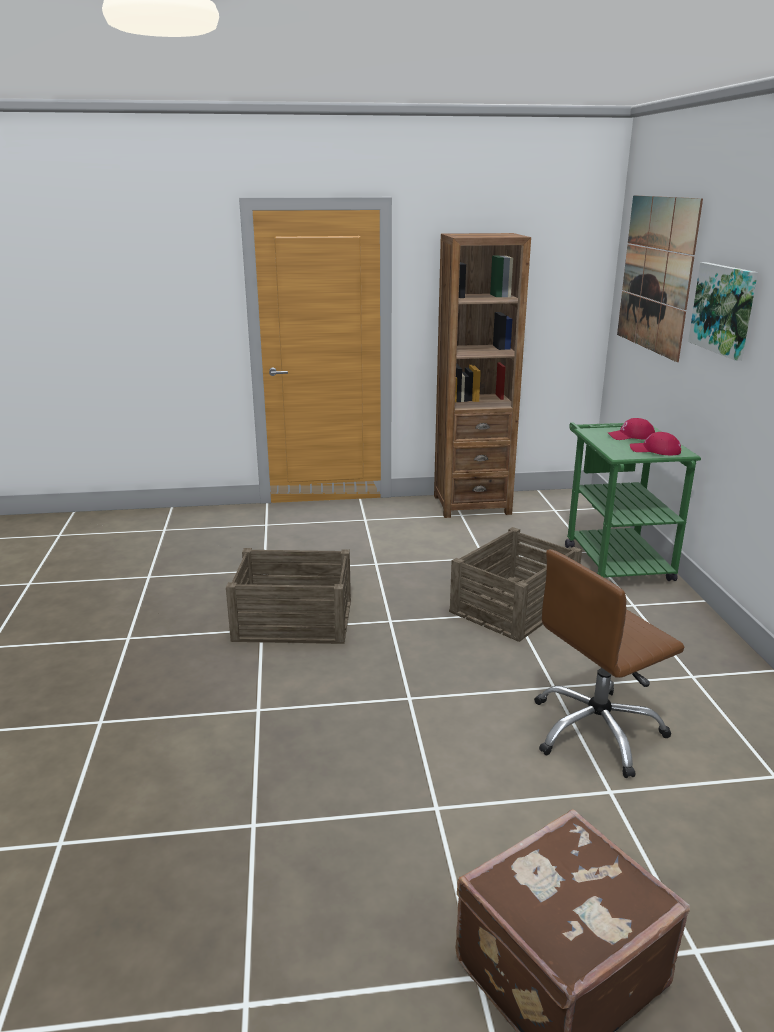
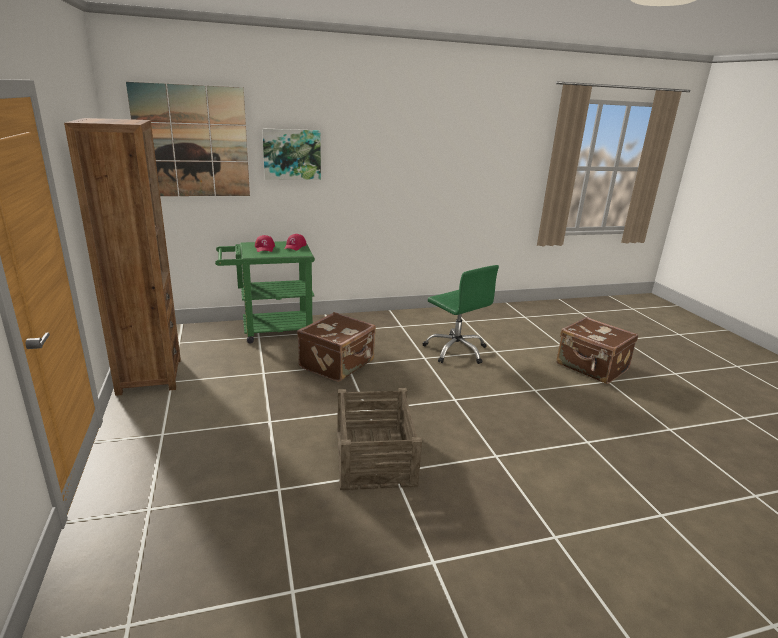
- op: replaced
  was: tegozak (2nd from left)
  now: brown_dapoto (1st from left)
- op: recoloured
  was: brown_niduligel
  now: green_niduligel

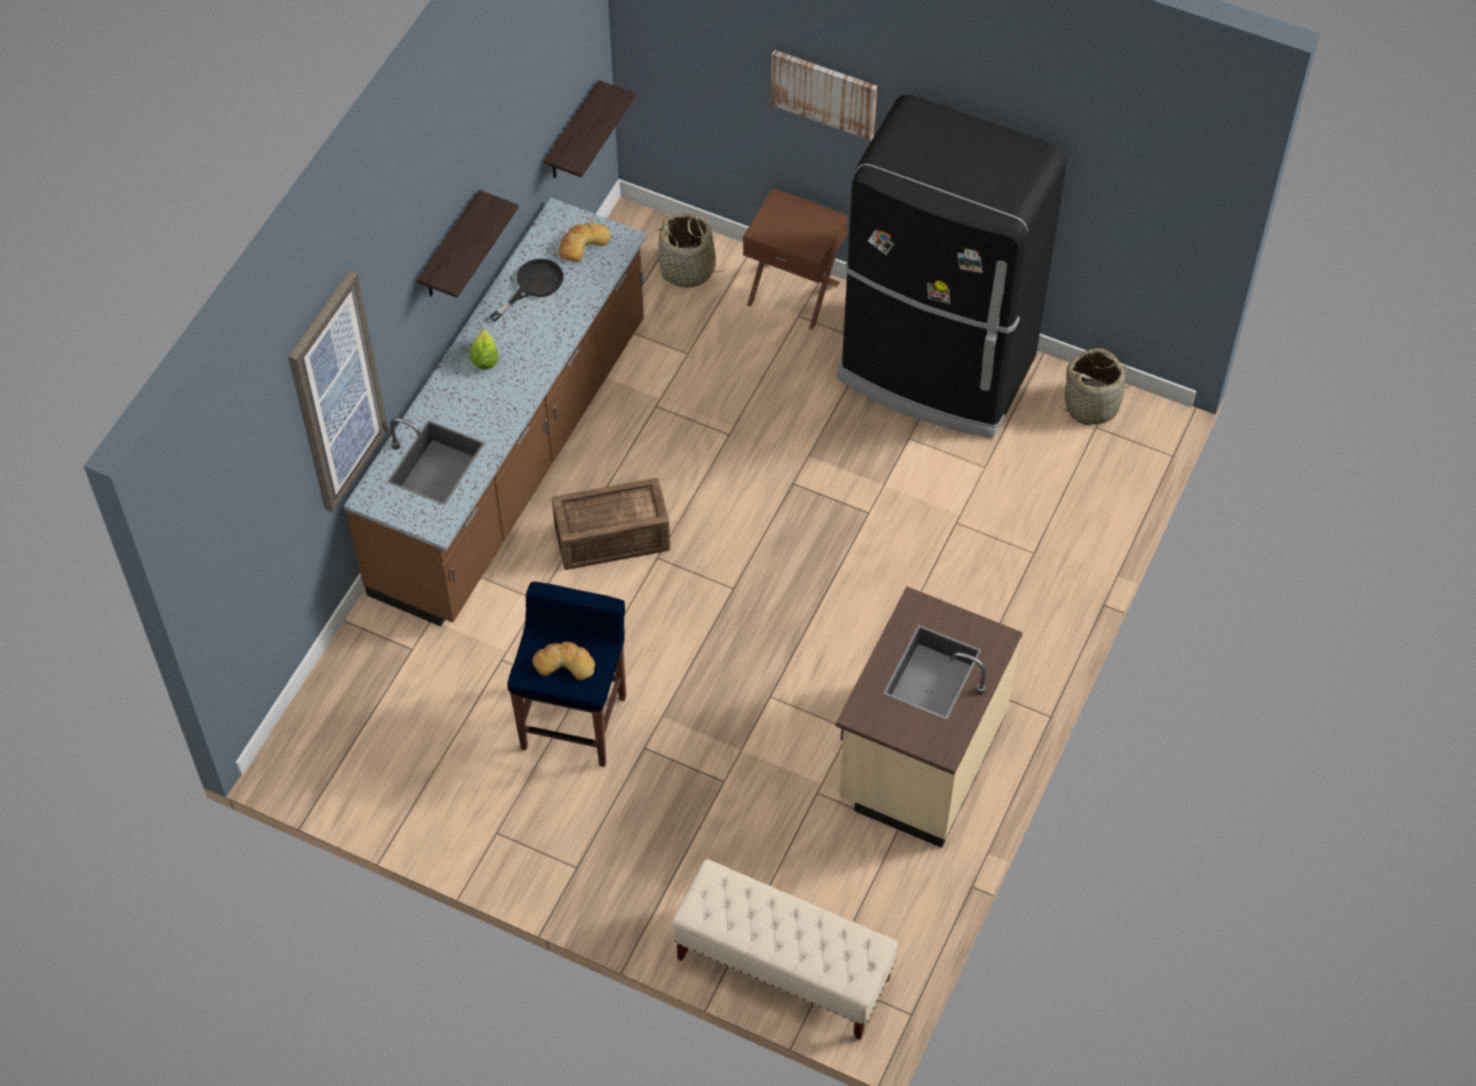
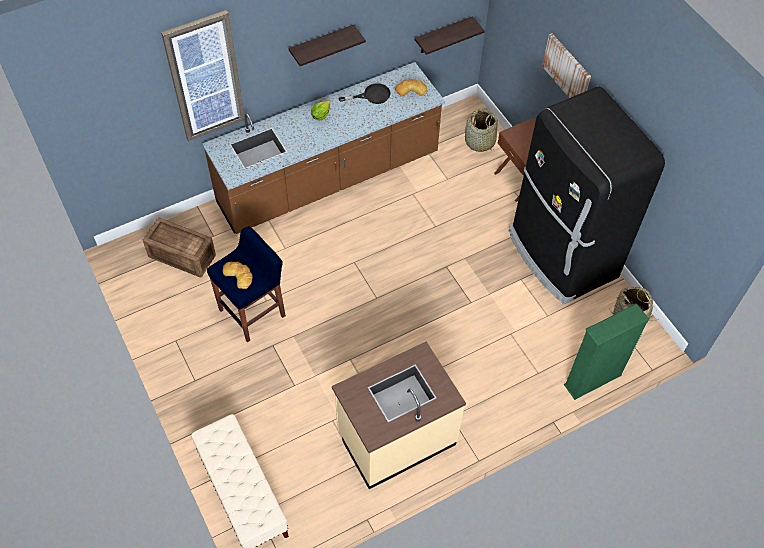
- op: moved
  was: tegozak
- op: added
  now: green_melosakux

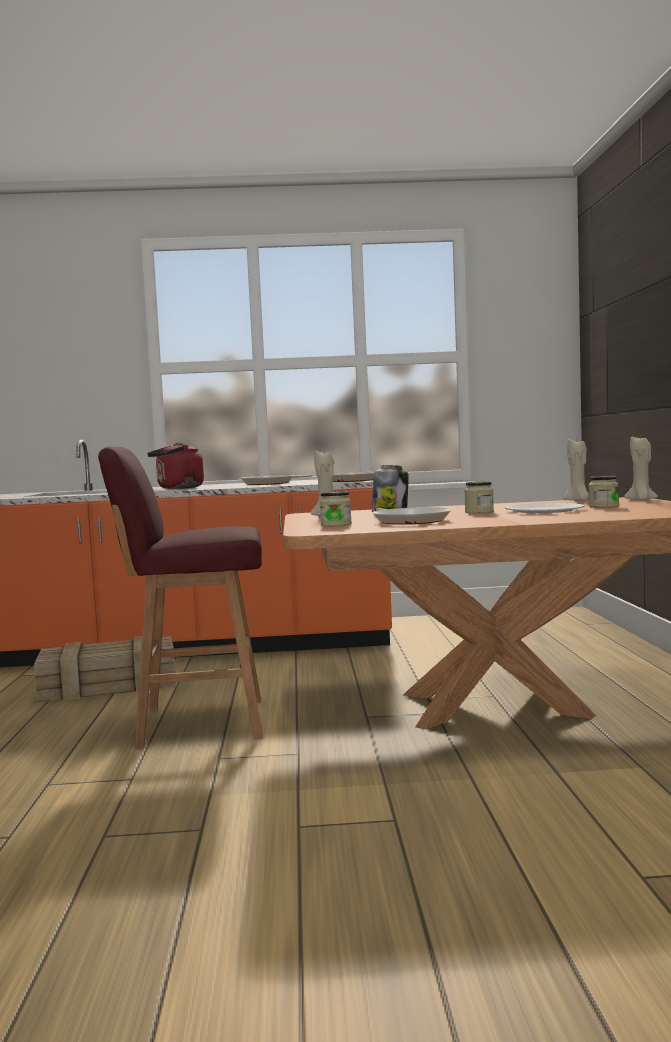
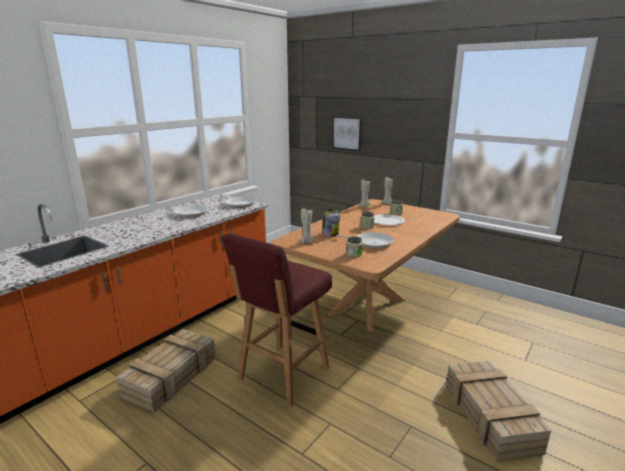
- op: added
  now: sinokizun
- op: added
  now: tegozak (2nd from left)
- op: removed
  was: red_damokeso

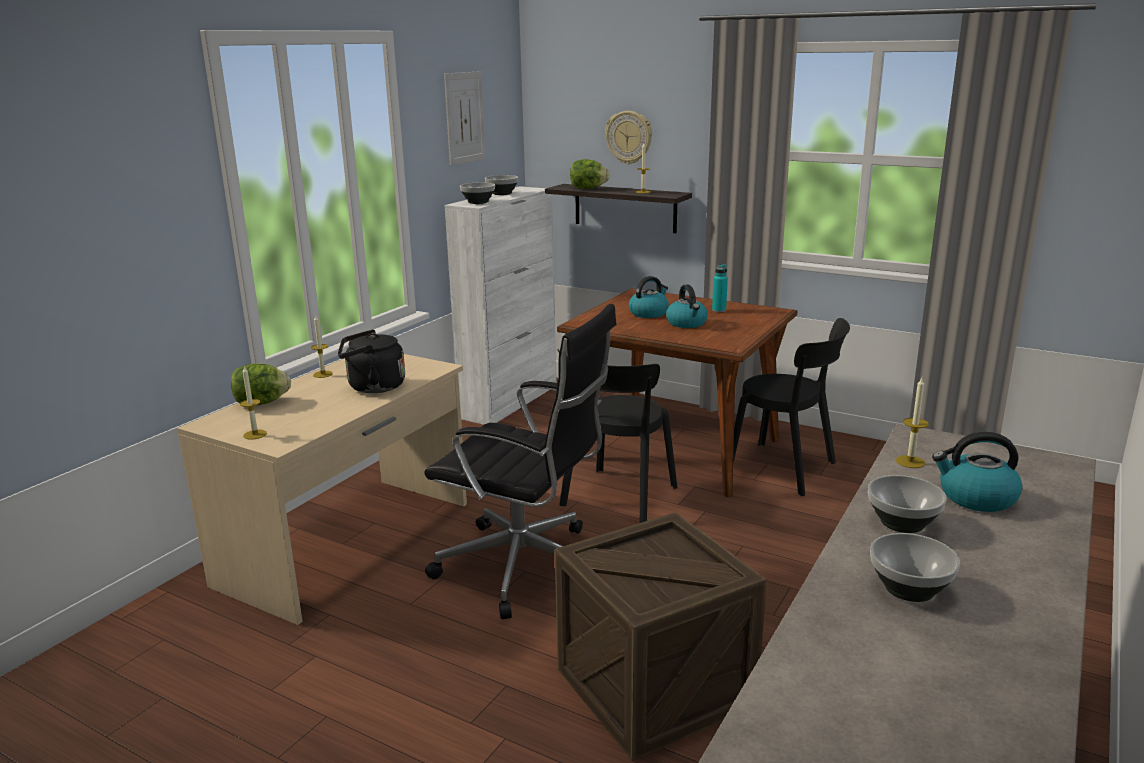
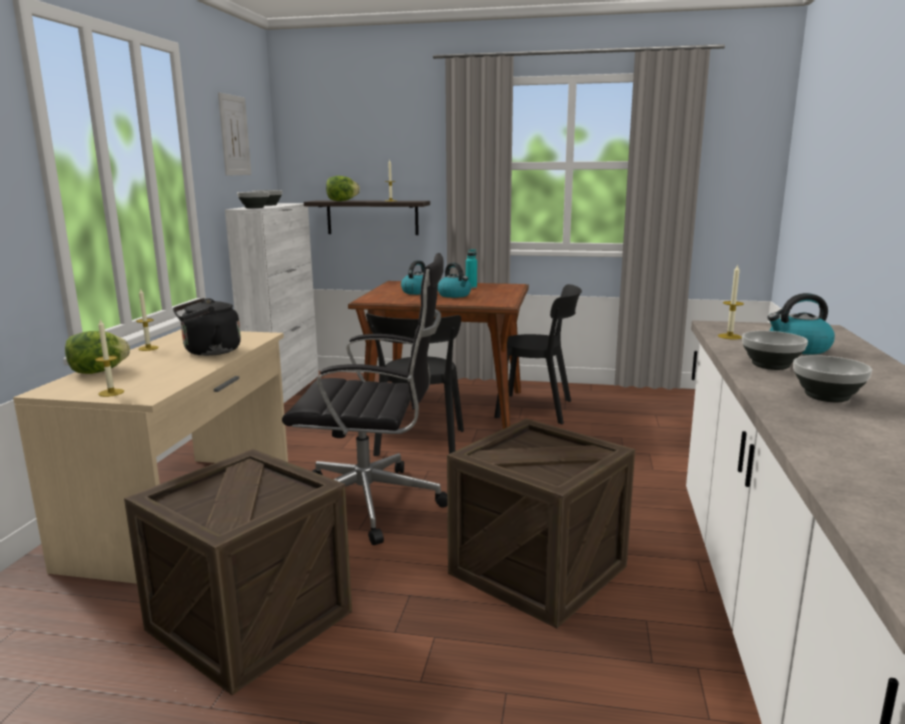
- op: added
  now: tegozak (1st from left)
- op: removed
  was: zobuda

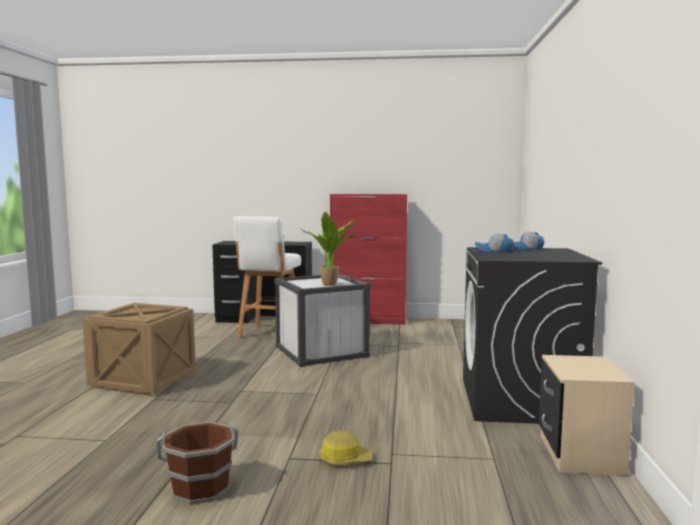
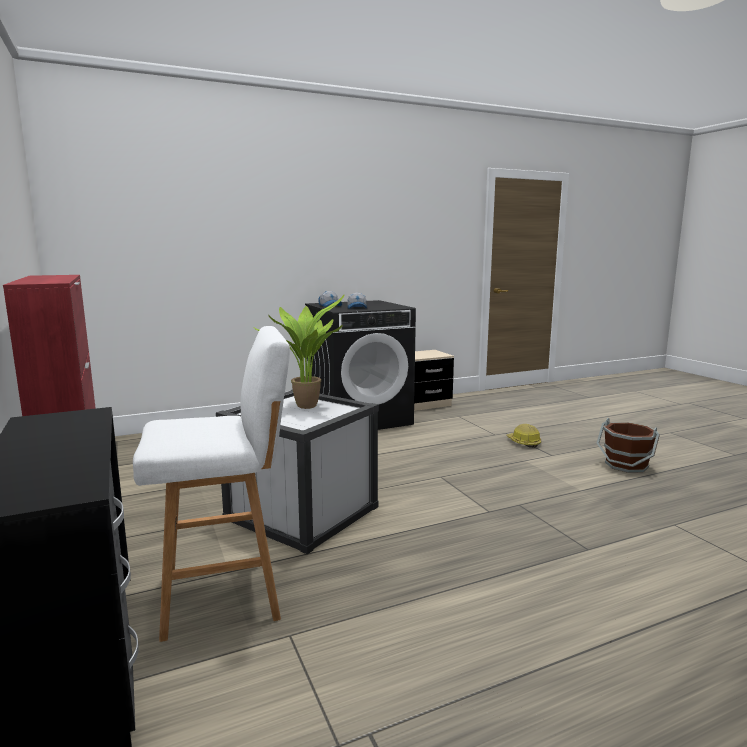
- op: removed
  was: tegozak

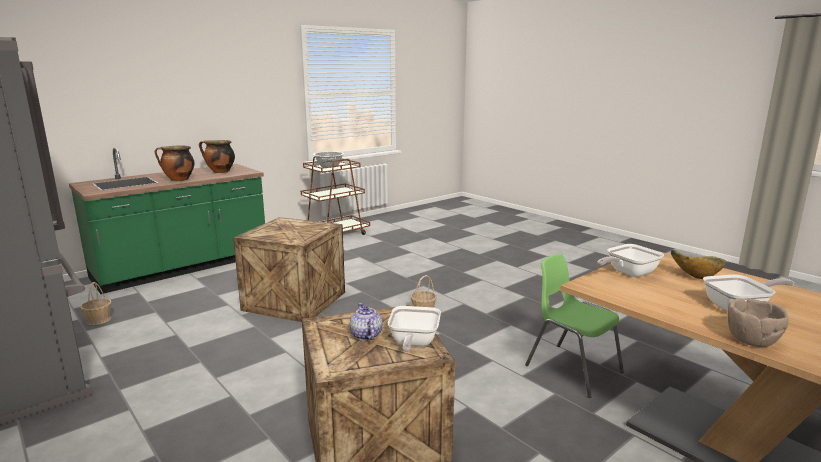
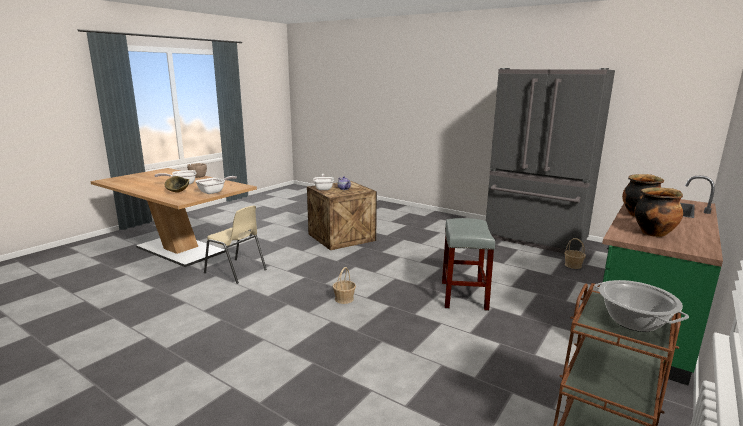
- op: recoloured
  was: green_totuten
  now: beige_totuten
- op: replaced
  was: tegozak (1st from left)
  now: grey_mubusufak

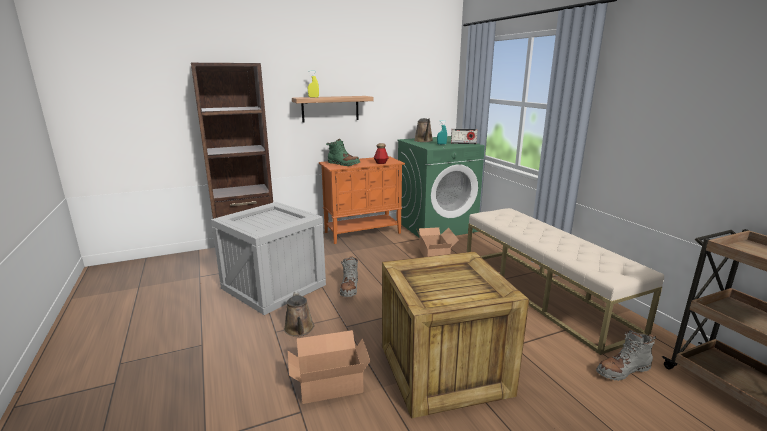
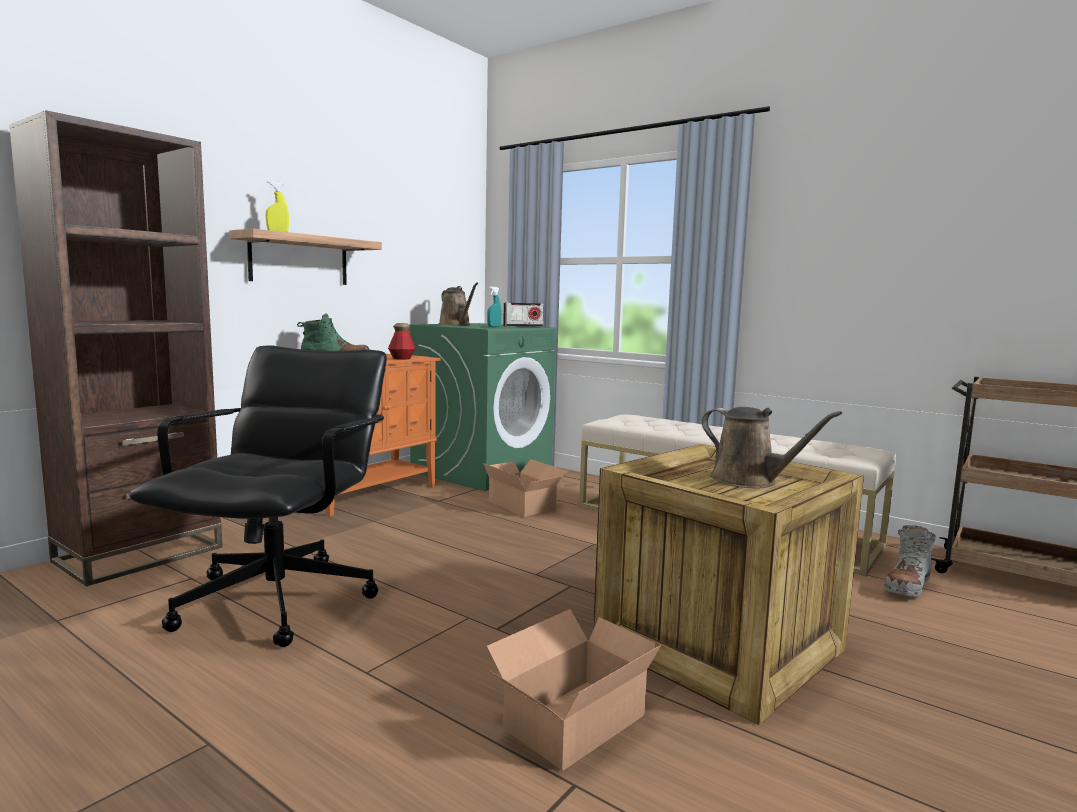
- op: replaced
  was: tegozak (1st from left)
  now: black_niduligel
- op: moved
  was: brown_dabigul (1st from left in the first image)
  now: brown_dabigul (2nd from left)
- op: removed
  was: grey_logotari (1st from left)

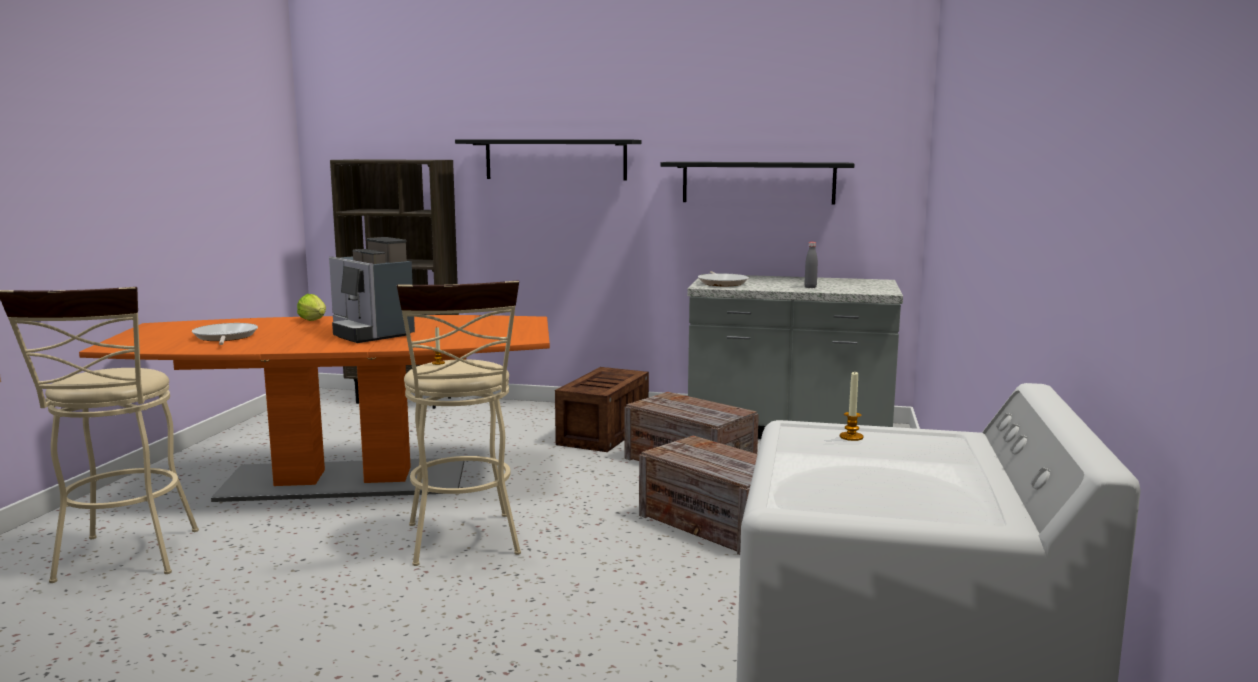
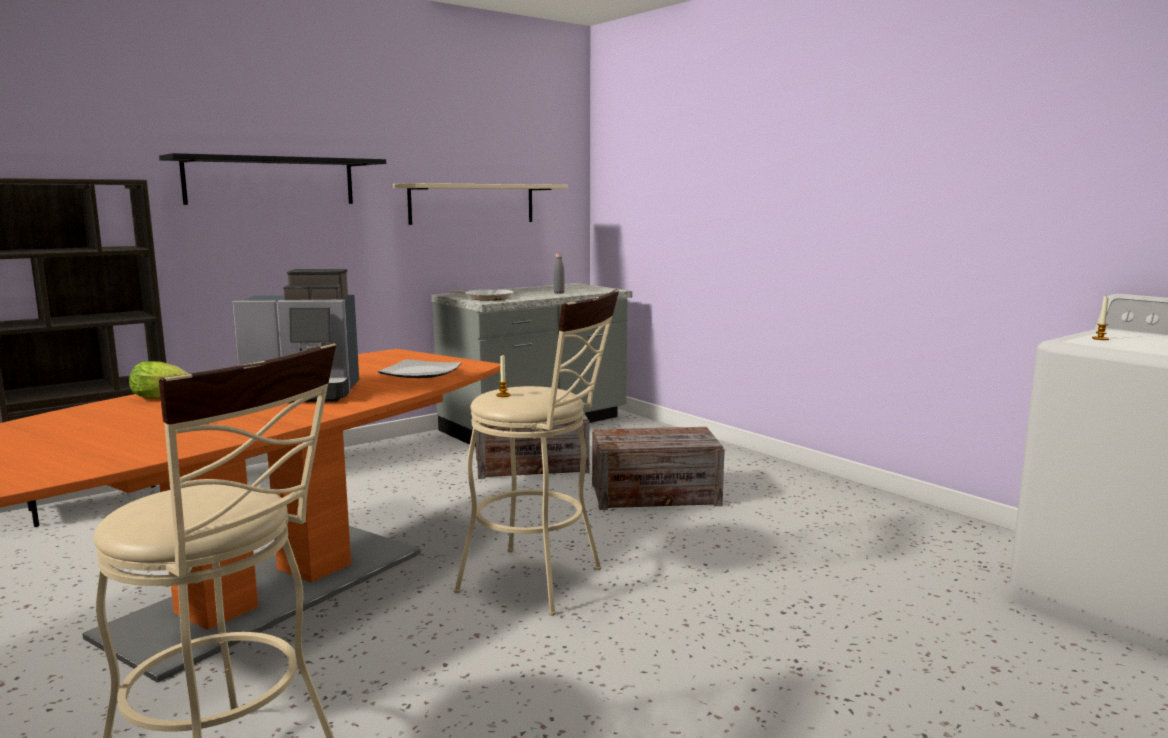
- op: added
  now: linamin
- op: recoloured
  was: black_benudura (2nd from left)
  now: beige_benudura
- op: removed
  was: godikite (1st from left)
- op: removed
  was: tegozak (1st from left)

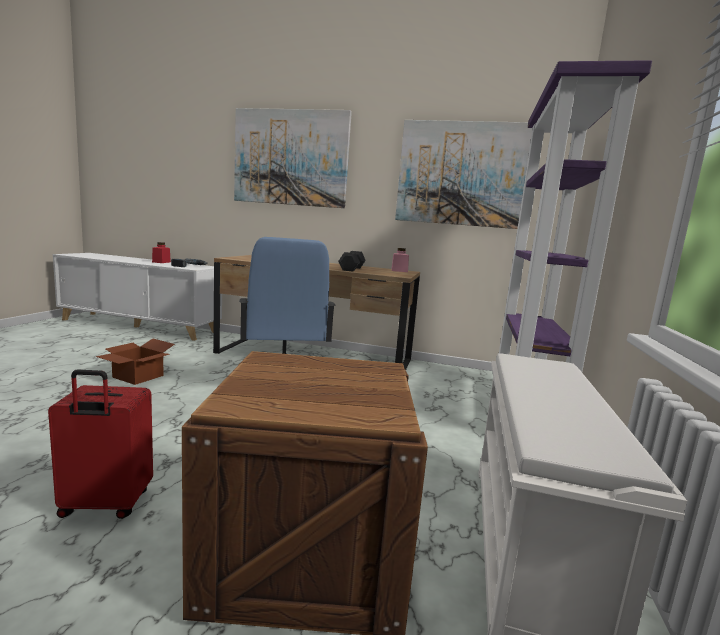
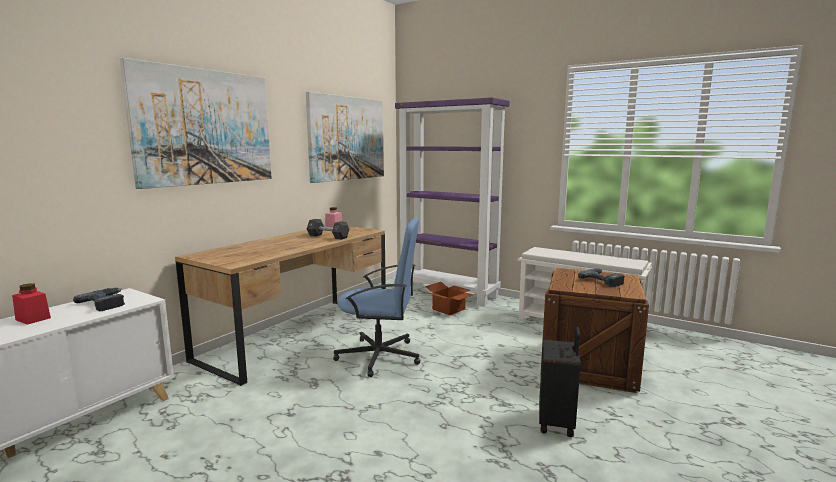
- op: moved
  was: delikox
- op: recoloured
  was: red_dapoto
  now: black_dapoto
- op: added
  now: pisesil (2nd from left)

